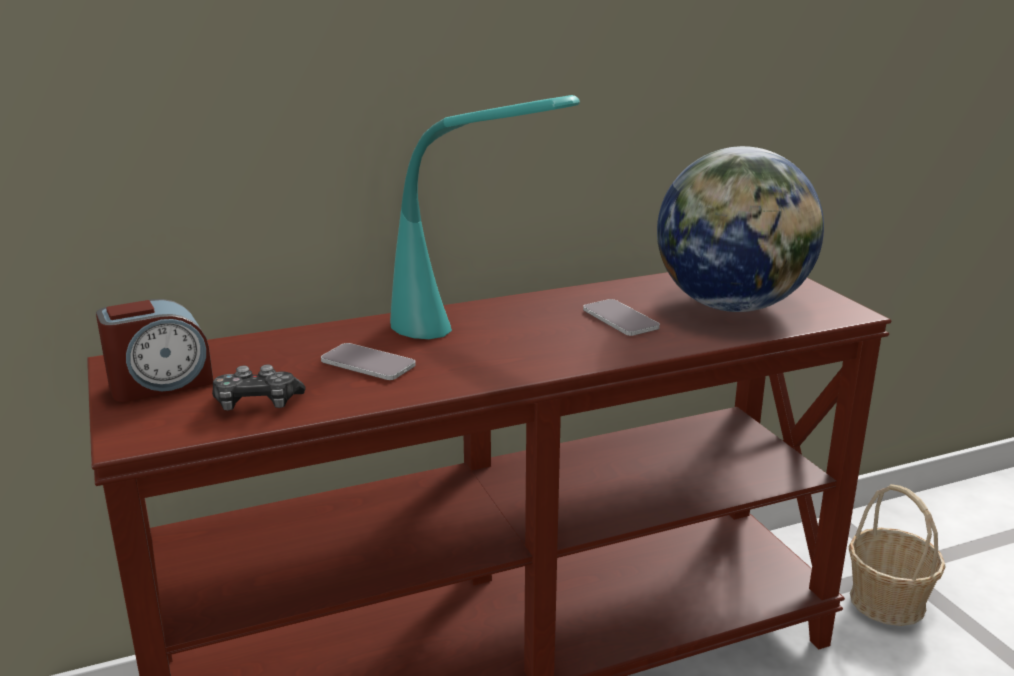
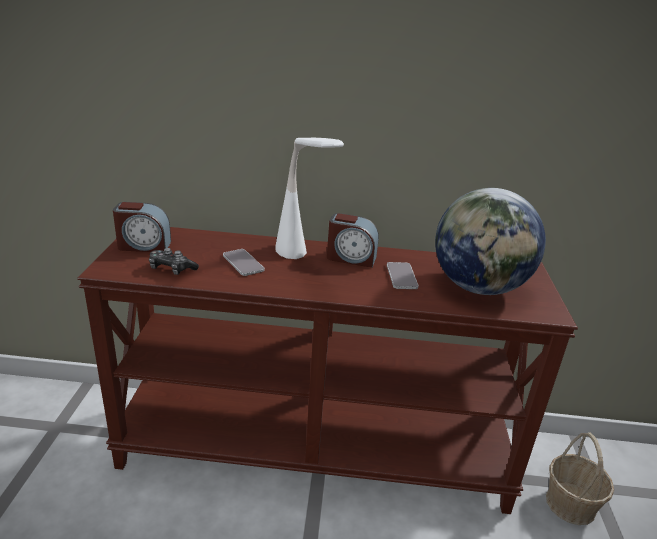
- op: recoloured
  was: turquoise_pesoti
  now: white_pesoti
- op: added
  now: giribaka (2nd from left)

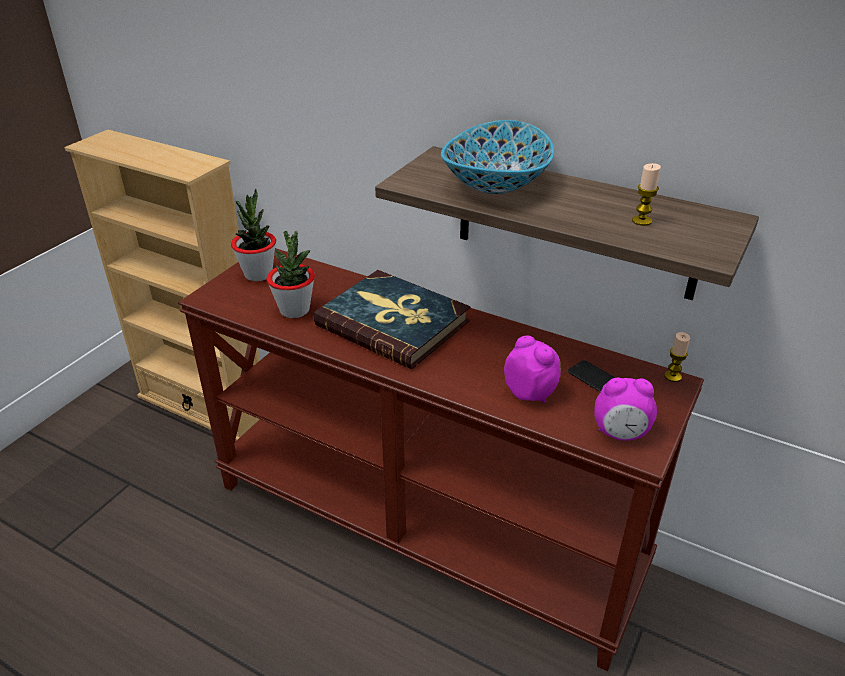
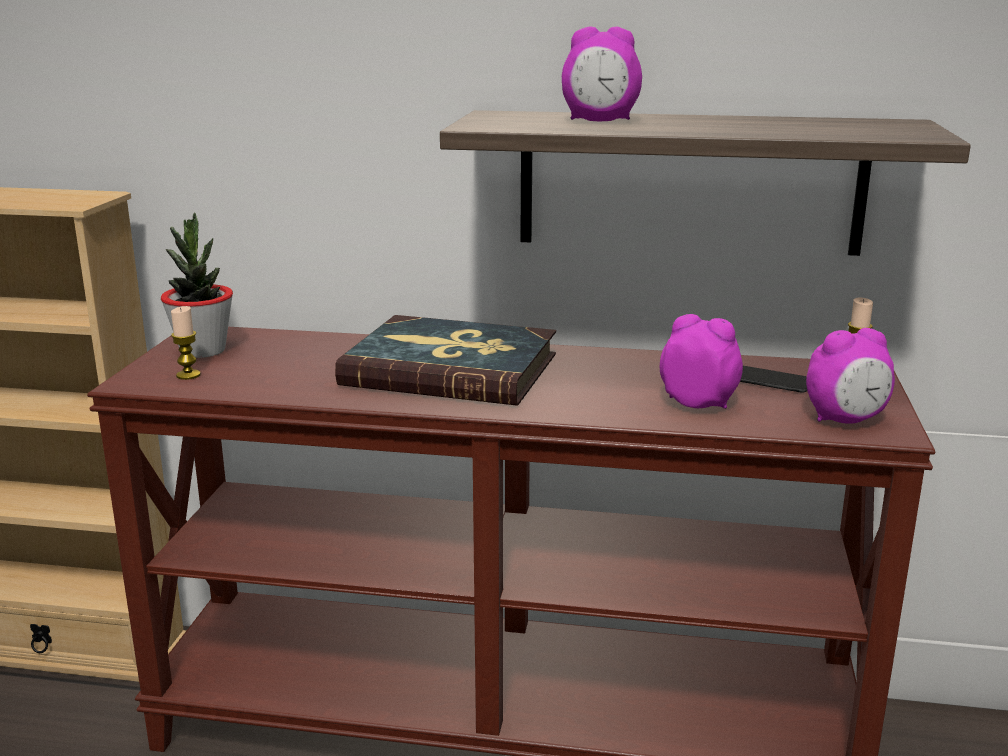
- op: moved
  was: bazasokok (1st from left)
- op: replaced
  was: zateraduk
  now: giribaka (1st from left)
- op: removed
  was: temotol (2nd from left)

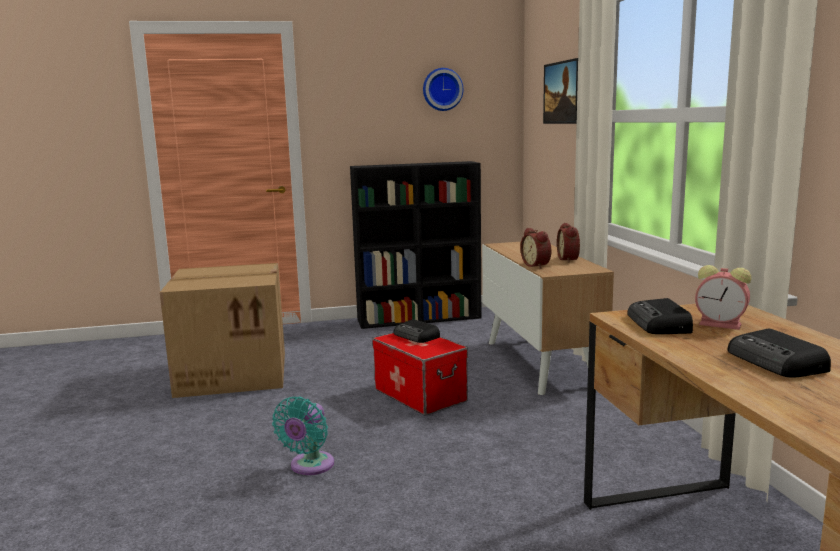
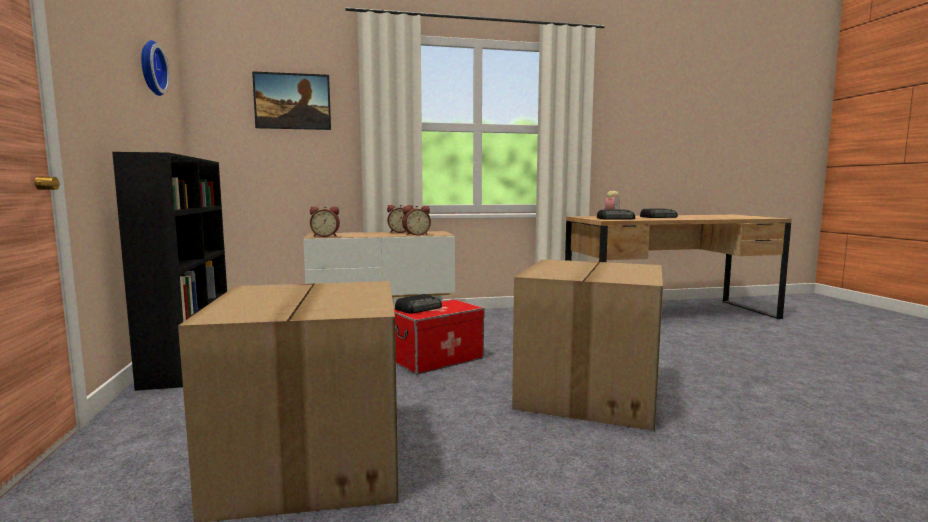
- op: added
  now: giribaka (1st from left)
- op: replaced
  was: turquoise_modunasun
  now: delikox (2nd from left)

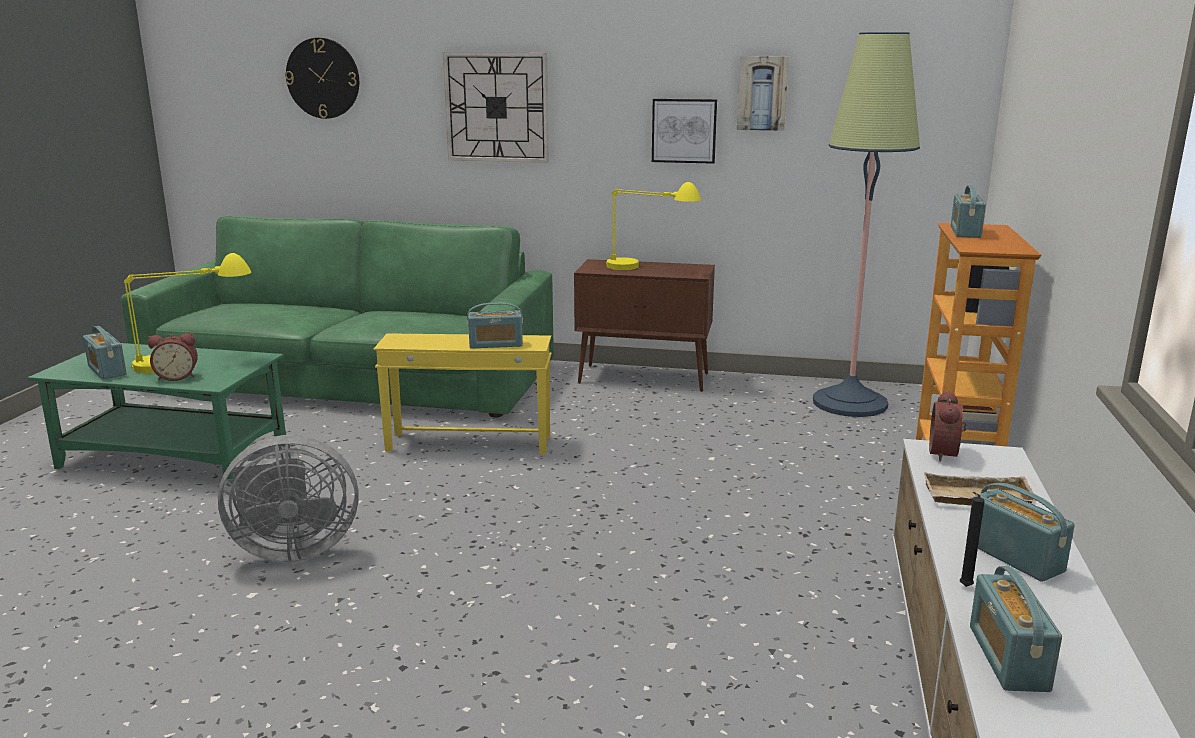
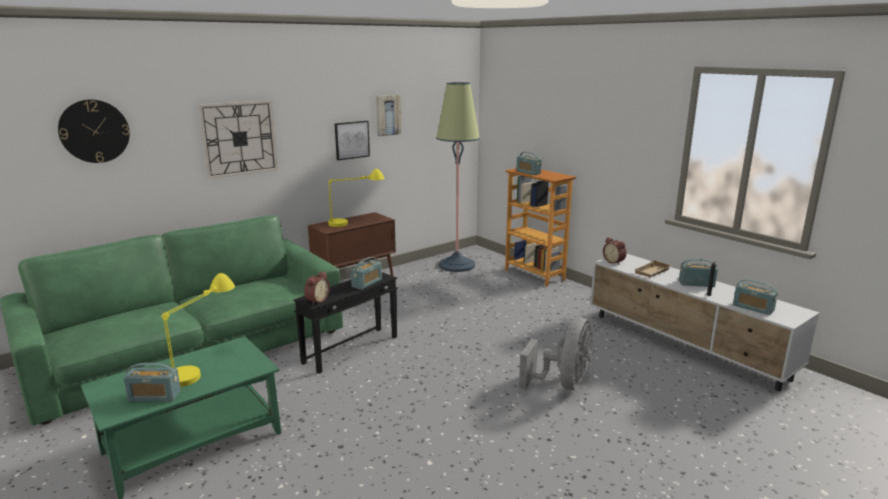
- op: recoloured
  was: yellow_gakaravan
  now: black_gakaravan
- op: moved
  was: giribaka (1st from left)
- op: moved
  was: grey_modunasun

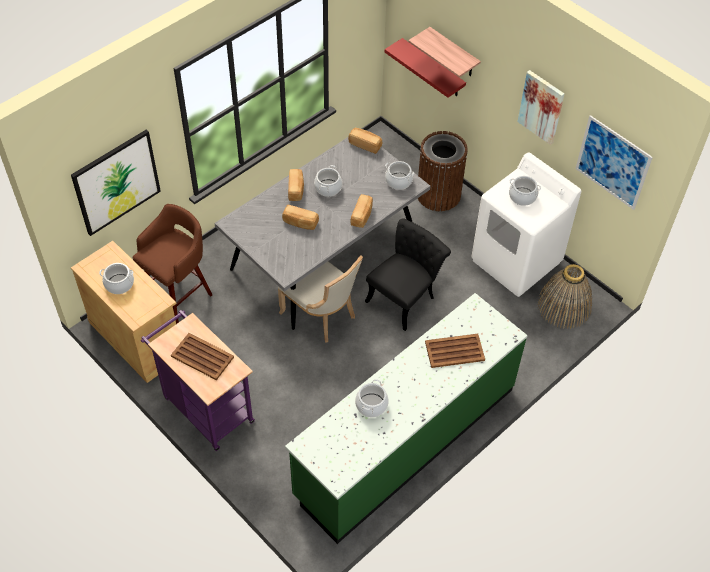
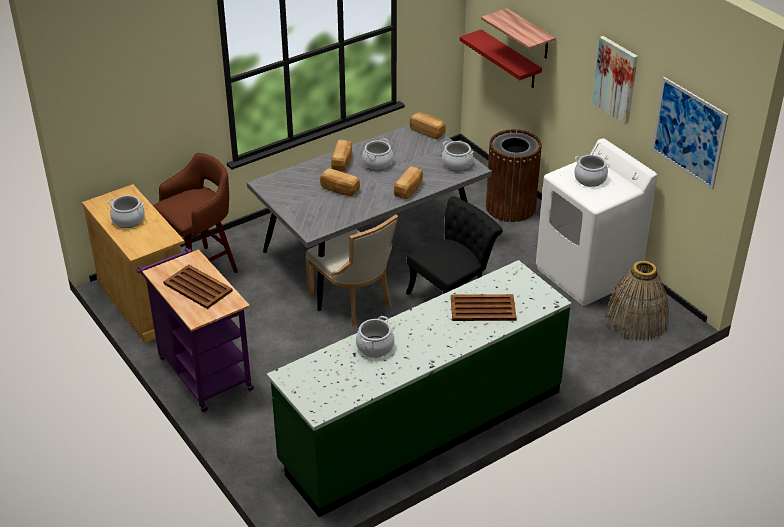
- op: removed
  was: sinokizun (1st from left)

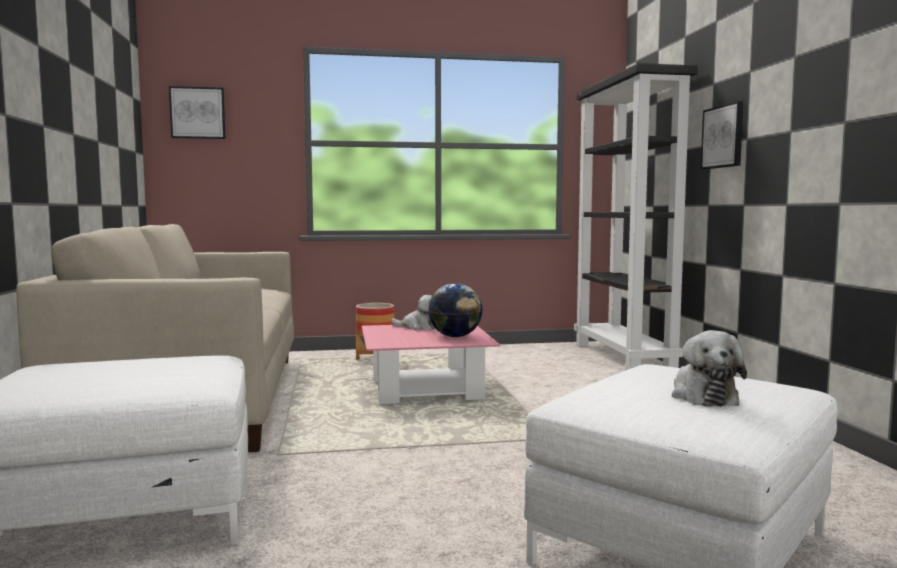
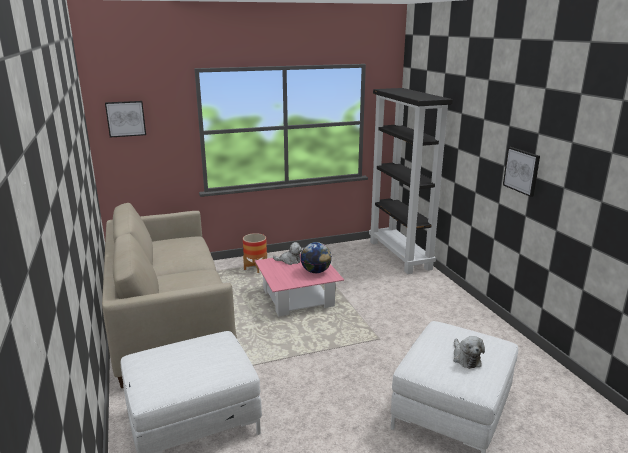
- op: moved
  was: sinokizun (2nd from left)

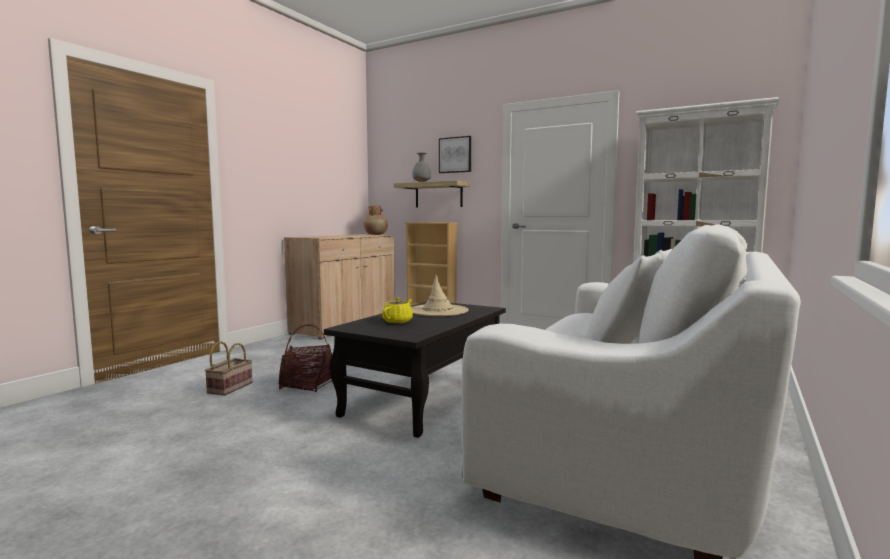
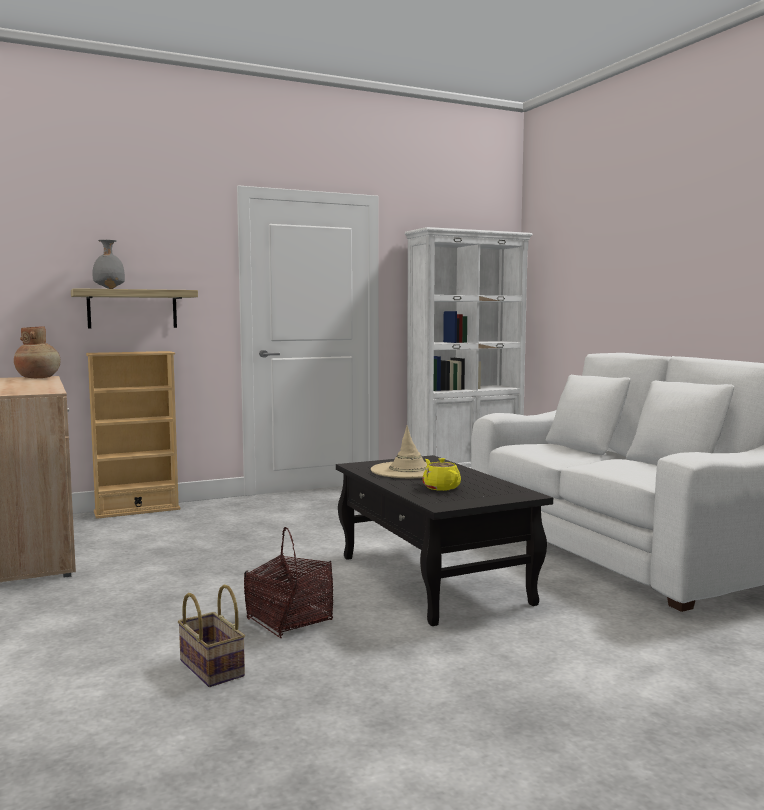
- op: removed
  was: sinokizun

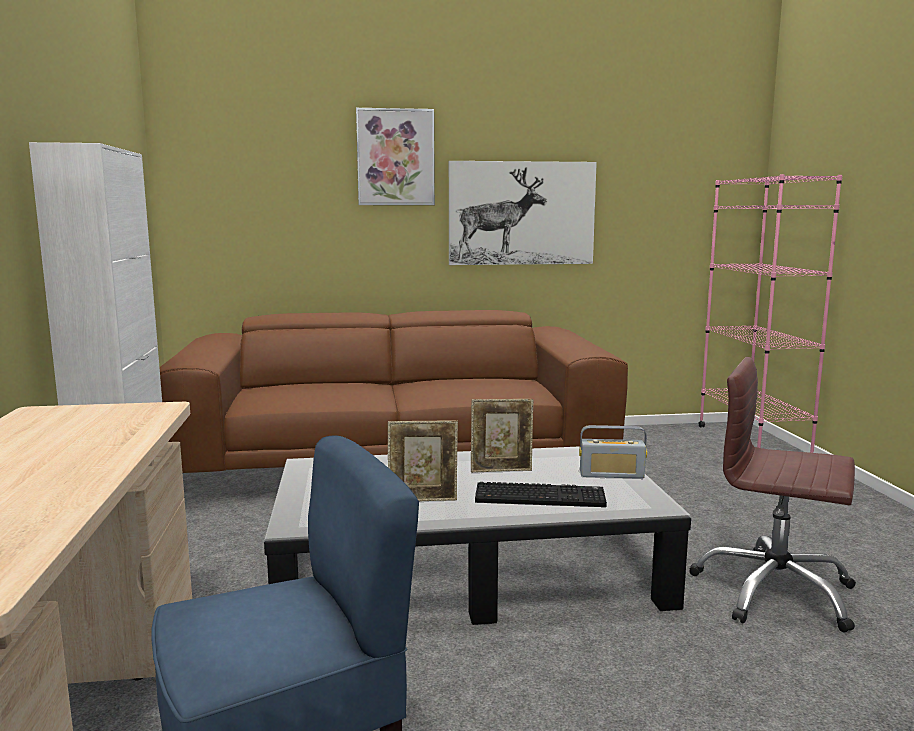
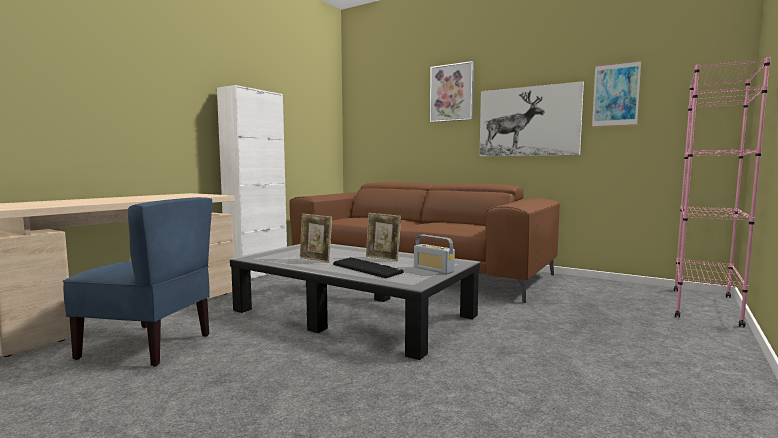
- op: added
  now: sinokizun (3rd from left)
- op: removed
  was: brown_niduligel

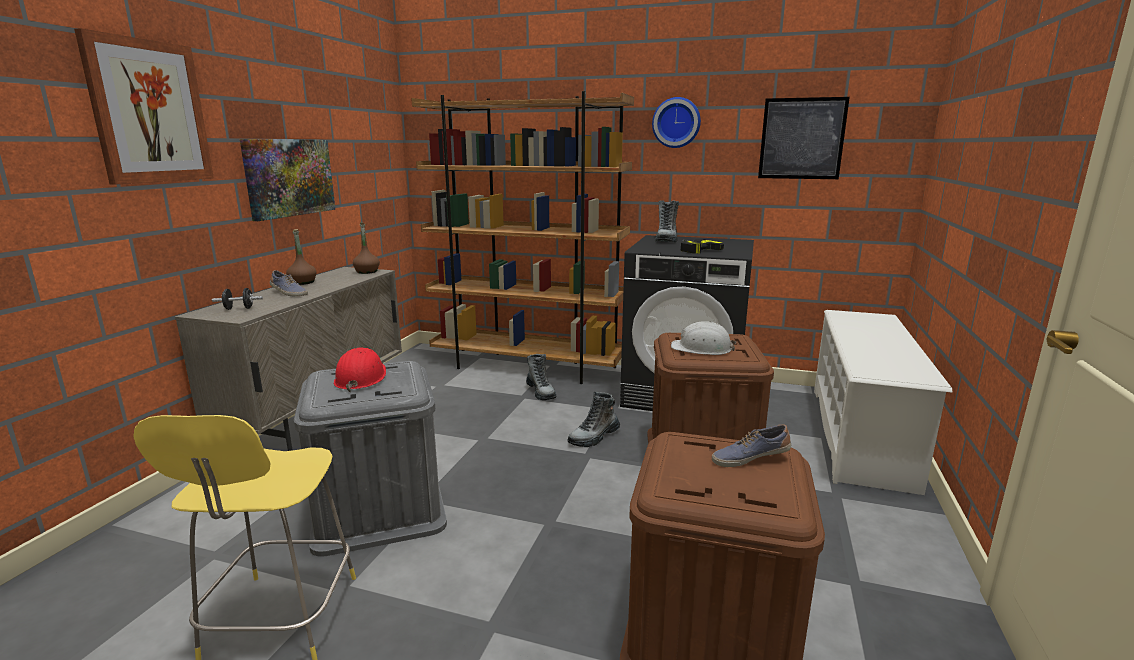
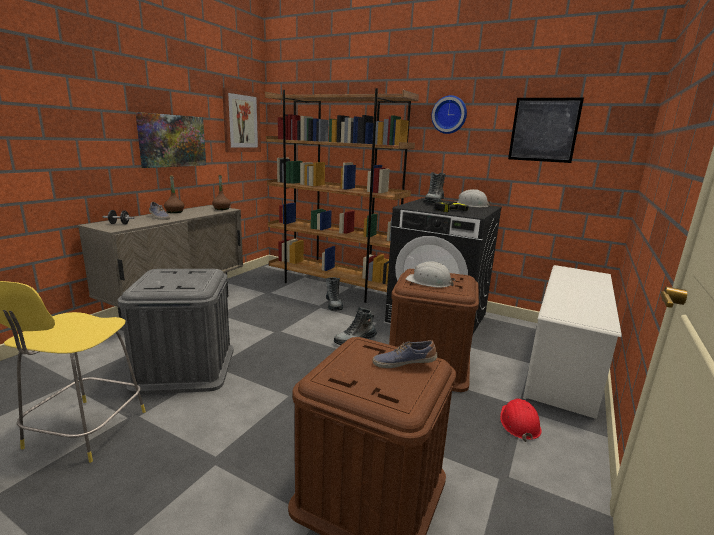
- op: moved
  was: sinokizun (1st from left in the first image)
  now: sinokizun (2nd from left)
- op: added
  now: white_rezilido (2nd from left)
- op: moved
  was: red_rezilido

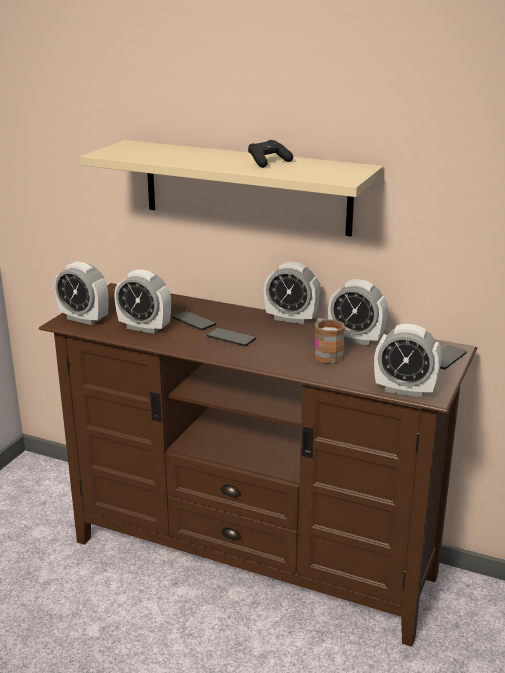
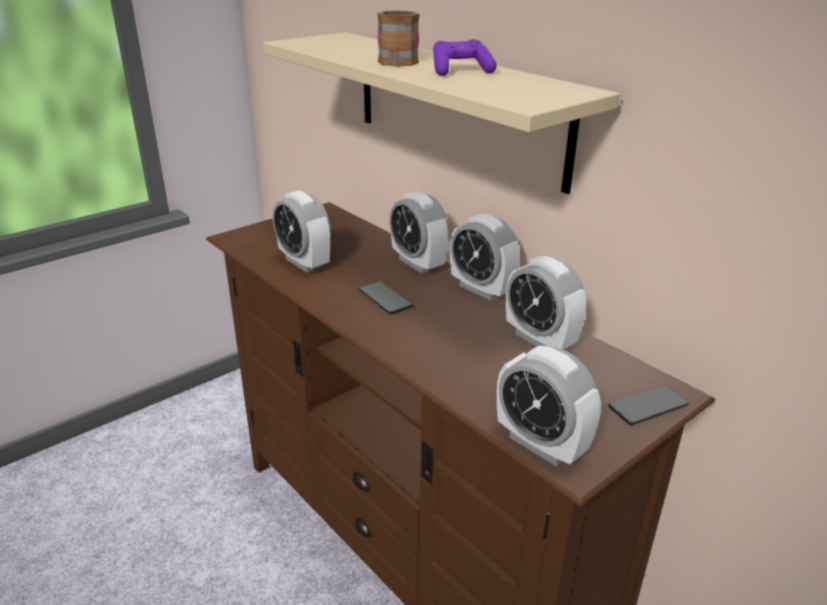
- op: moved
  was: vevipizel
- op: moved
  was: giribaka (1st from left in the first image)
  now: giribaka (2nd from left)
- op: recoloured
  was: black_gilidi
  now: purple_gilidi
- op: removed
  was: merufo (1st from left)

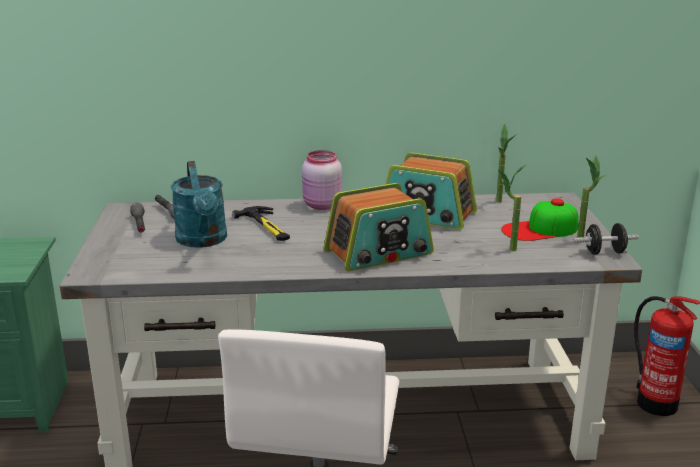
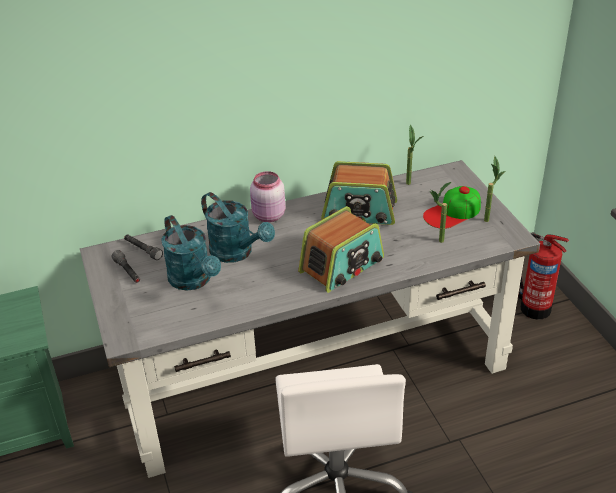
- op: replaced
  was: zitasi
  now: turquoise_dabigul (2nd from left)
- op: removed
  was: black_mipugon

